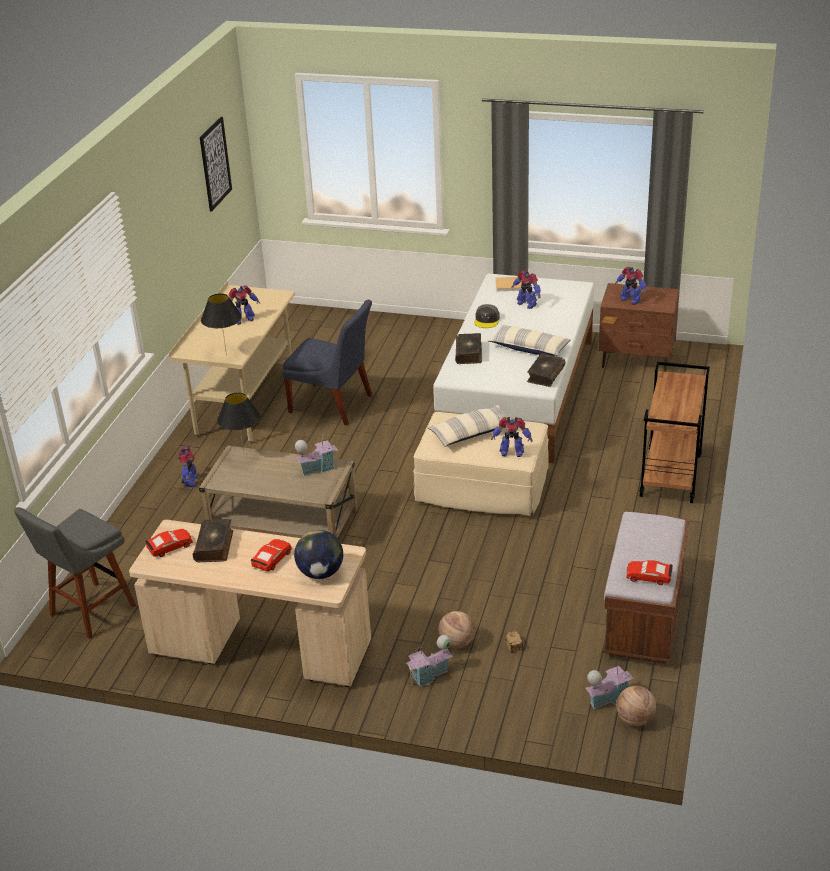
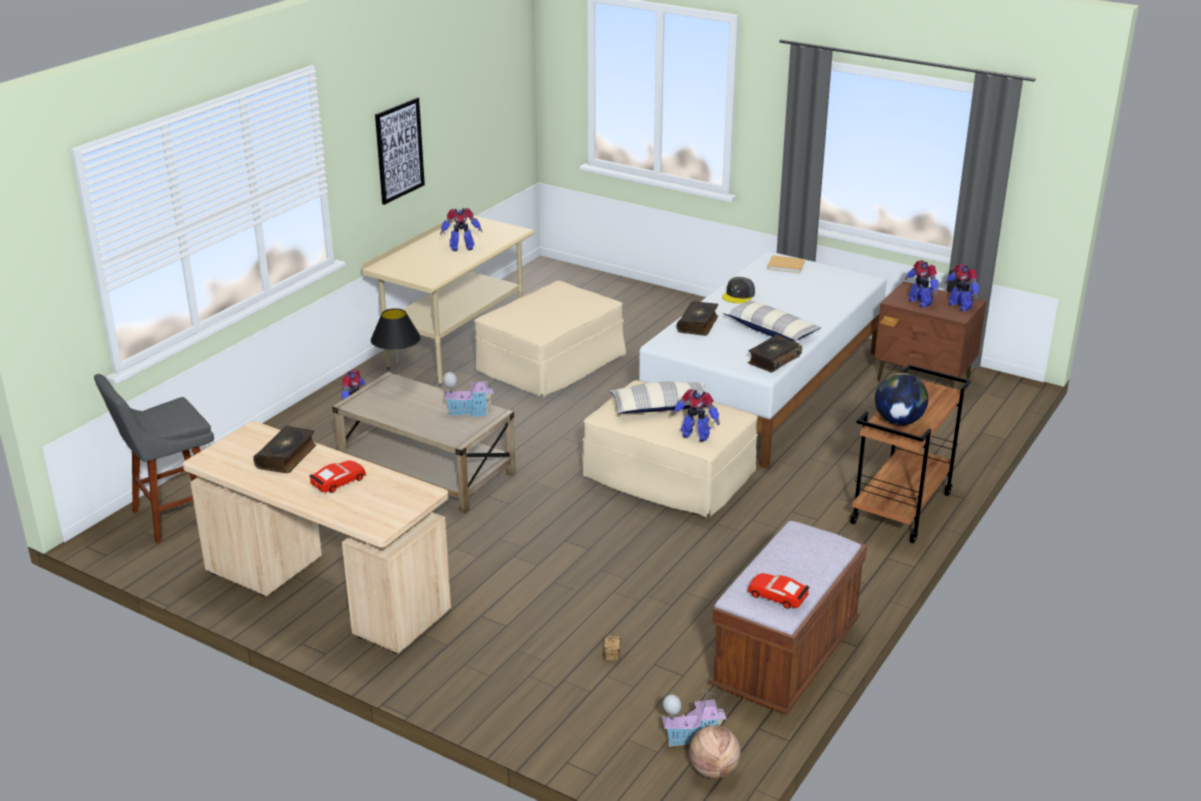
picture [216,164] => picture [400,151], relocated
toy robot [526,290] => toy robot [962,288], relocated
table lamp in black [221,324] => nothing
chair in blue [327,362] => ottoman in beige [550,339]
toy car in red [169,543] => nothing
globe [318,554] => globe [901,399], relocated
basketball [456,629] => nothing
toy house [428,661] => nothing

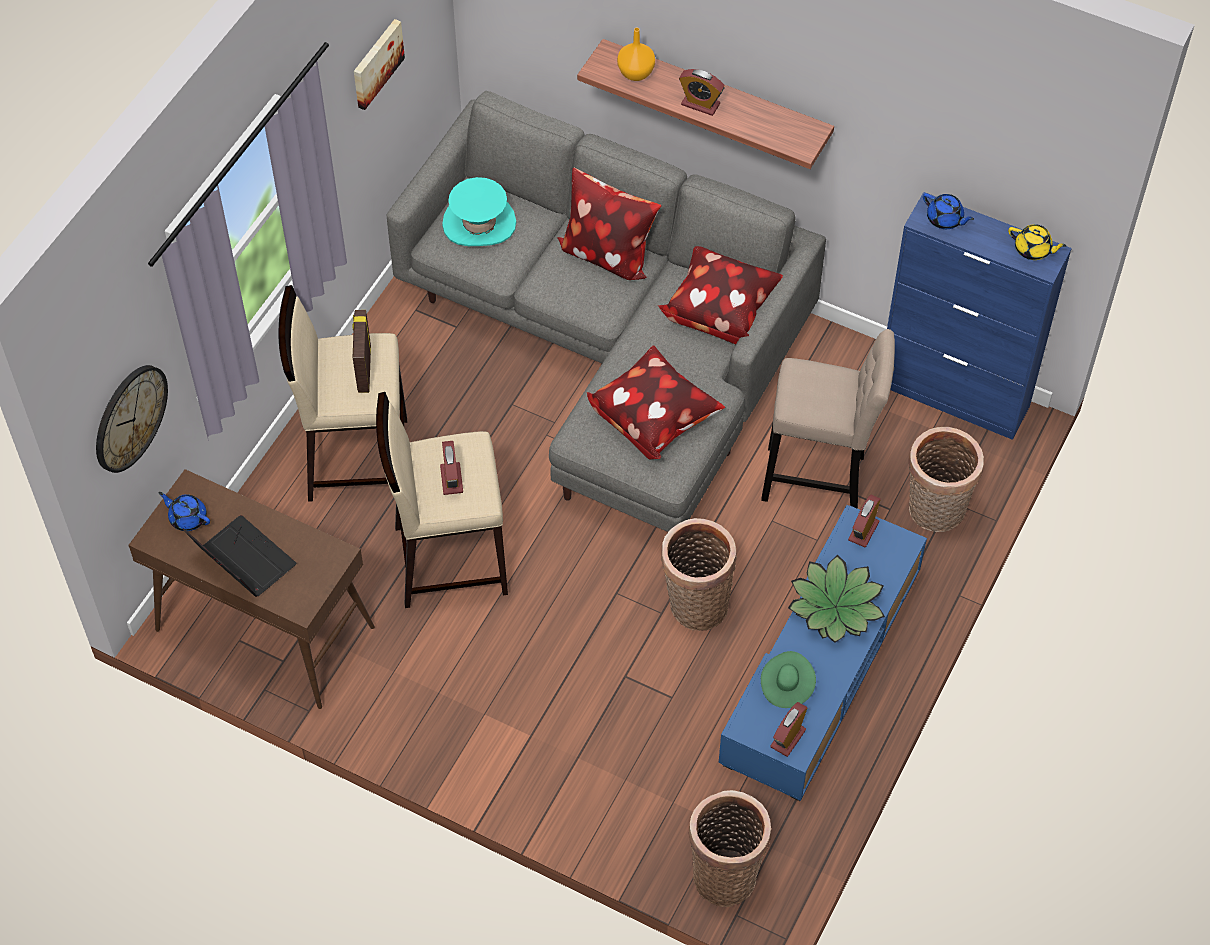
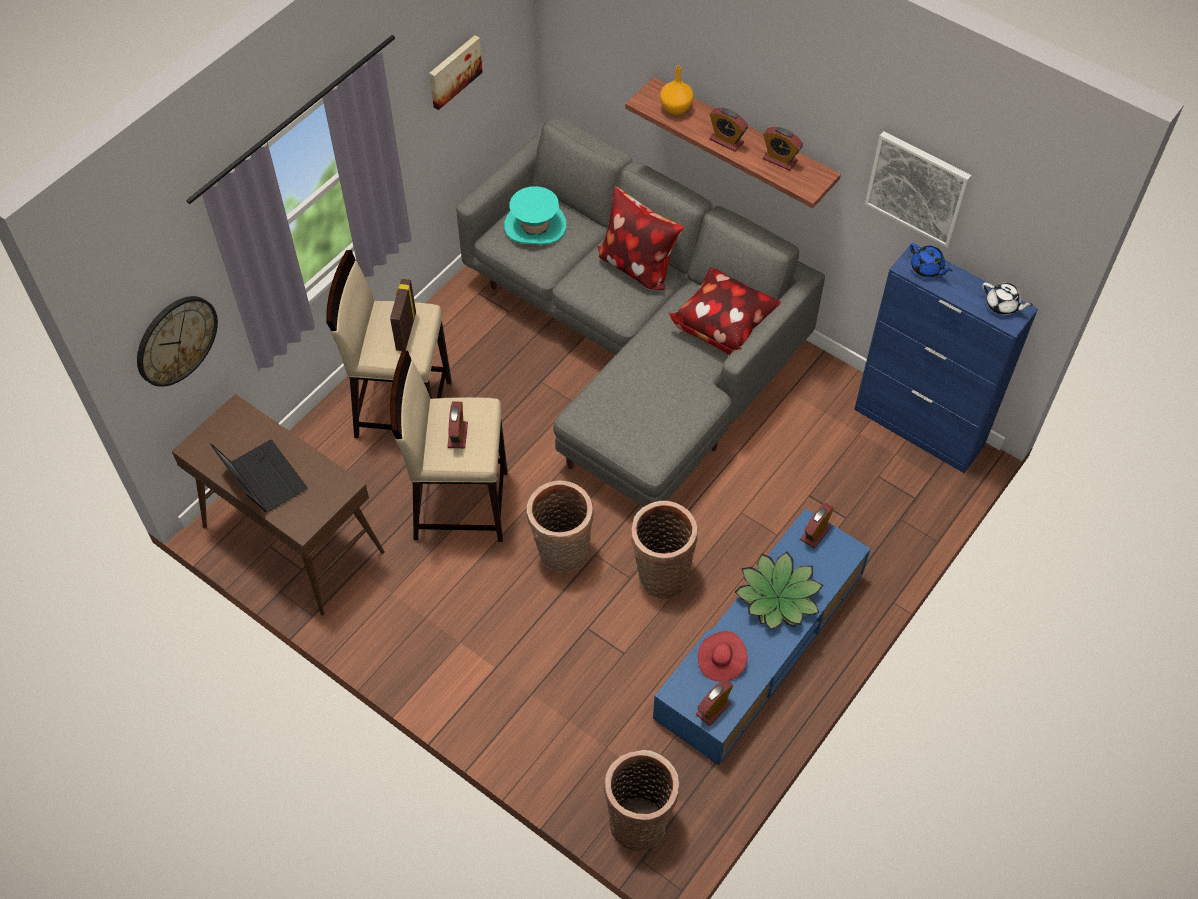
teapot in yellow [1037,242] => teapot in white [1007,298]
stool in beige [828,419] => nothing
pillow [656,402] => nothing
basket [946,479] => basket [560,527], relocated
teapot in blue [184,511] => nothing
hat in green [788,679] => hat in red [722,656]
nothing => alarm clock [783,149]
nothing => picture [918,189]

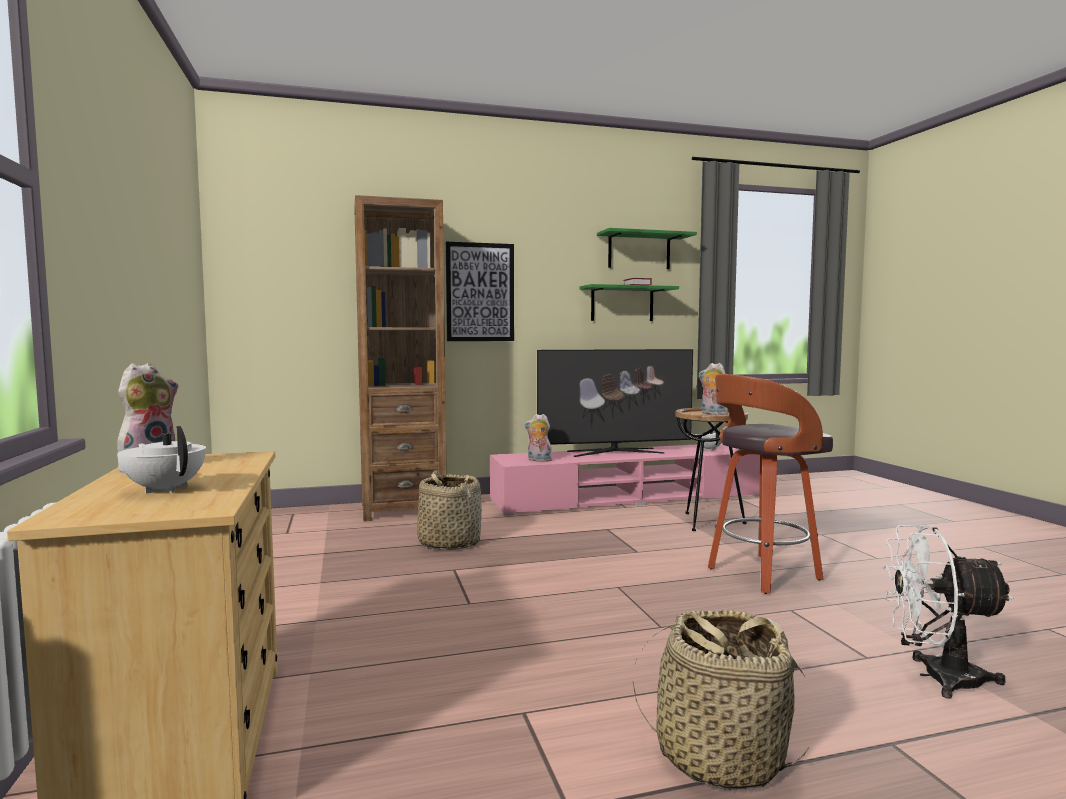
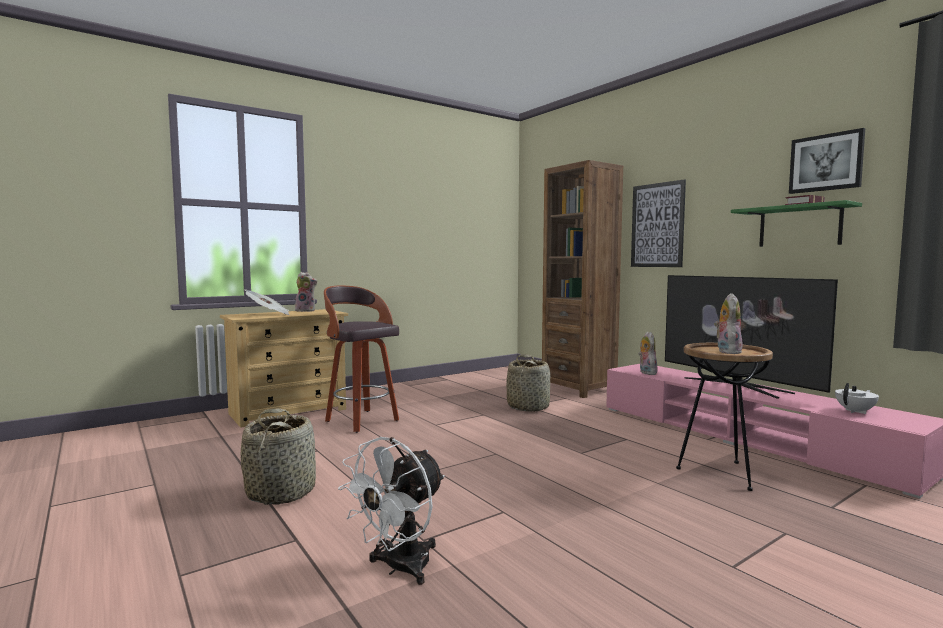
shelf in green [647,248] => picture [827,161]
stool [770,484] => stool [361,359], relocated
teapot in white [161,460] => newspaper [266,302]
fan in white [948,612] => fan in white [391,511], 135 degrees counterclockwise

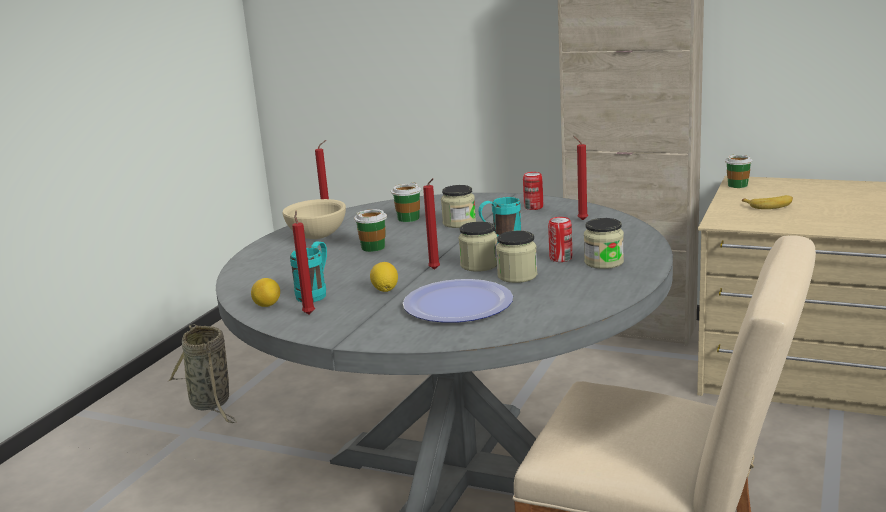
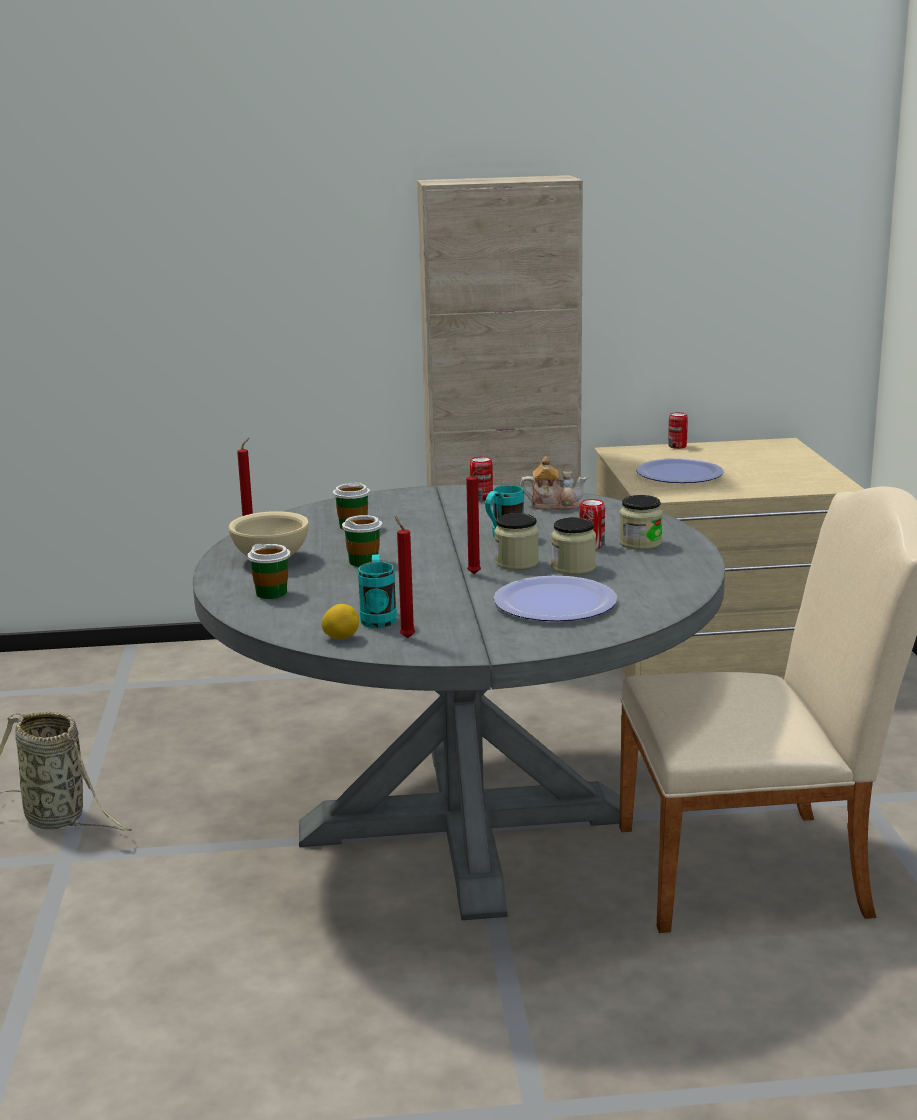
candle in red [580,178] => teapot [553,483]
cup [739,171] => cup [269,571], relocated
jar [458,206] => nothing
banana [767,202] => plate [680,470]
lemon [384,277] => nothing
nothing => can [678,430]

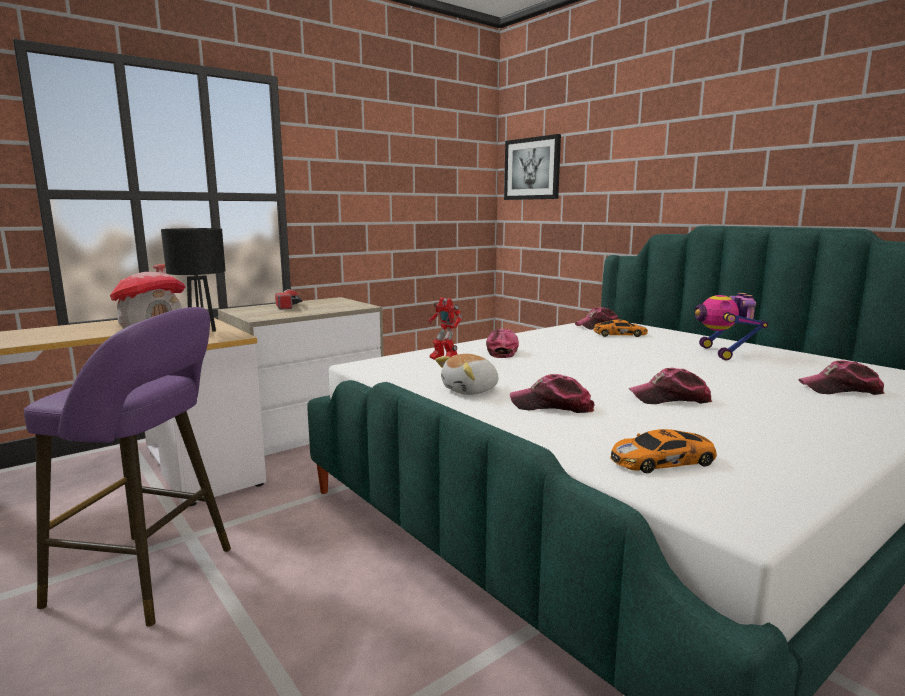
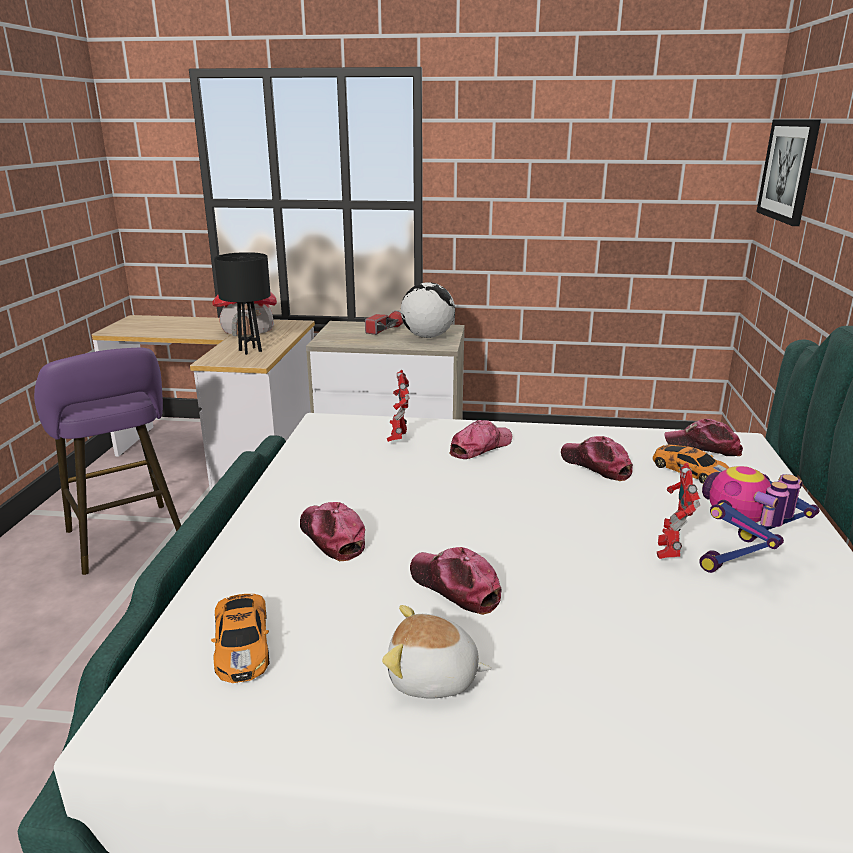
plush toy [466,374] => plush toy [436,652], relocated
cap [841,377] => cap [597,458], relocated
toy car [663,451] => toy car [240,638], 135 degrees counterclockwise
nothing => globe [428,310]
nothing => toy robot [678,511]

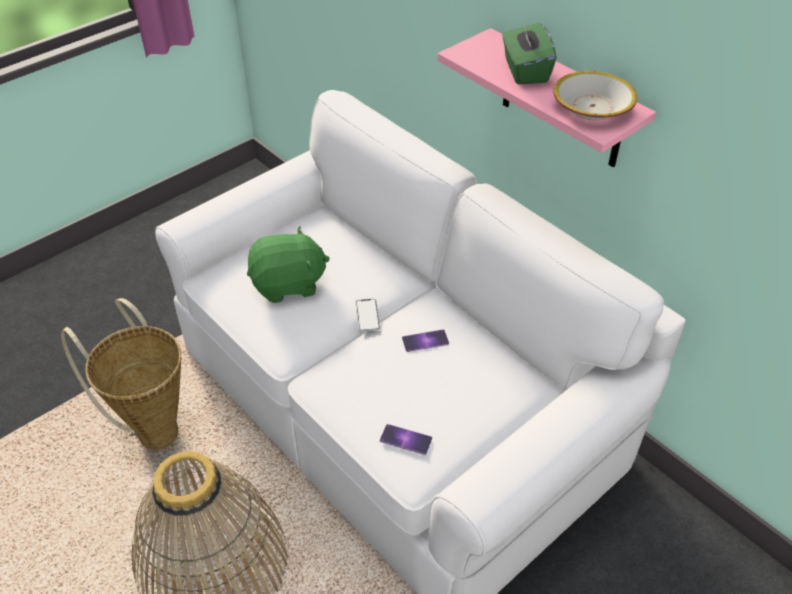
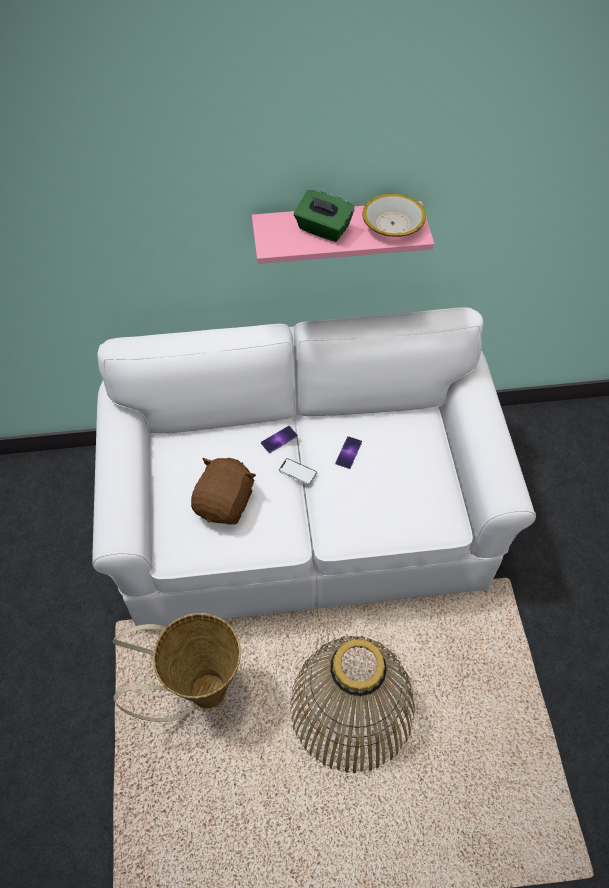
plush toy in green [288,265] => plush toy in brown [223,491]
phone [406,439] => phone [279,439], relocated

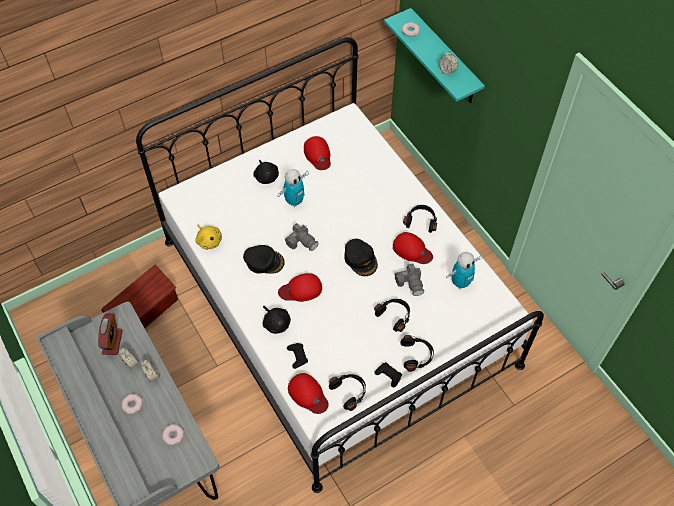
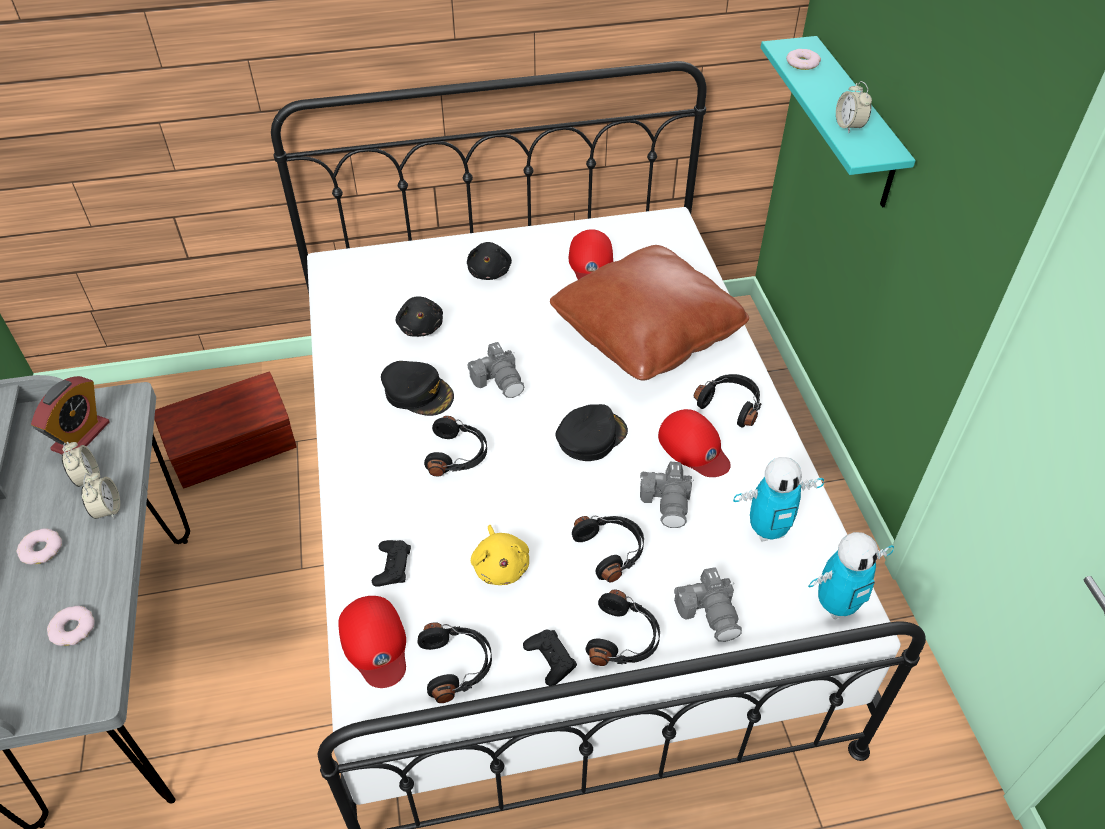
toy robot [293,188] => toy robot [851,575], relocated
plush toy in yellow [208,237] => plush toy in yellow [500,555], relocated
cap in black [361,257] => cap in black [592,432], 120 degrees counterclockwise
cap in red [300,287] => headphones in black [455,446]
plush toy in black [277,320] => plush toy in black [419,316], relocated
nothing => pillow in brown [649,313]
nothing => photo camera [708,604]

